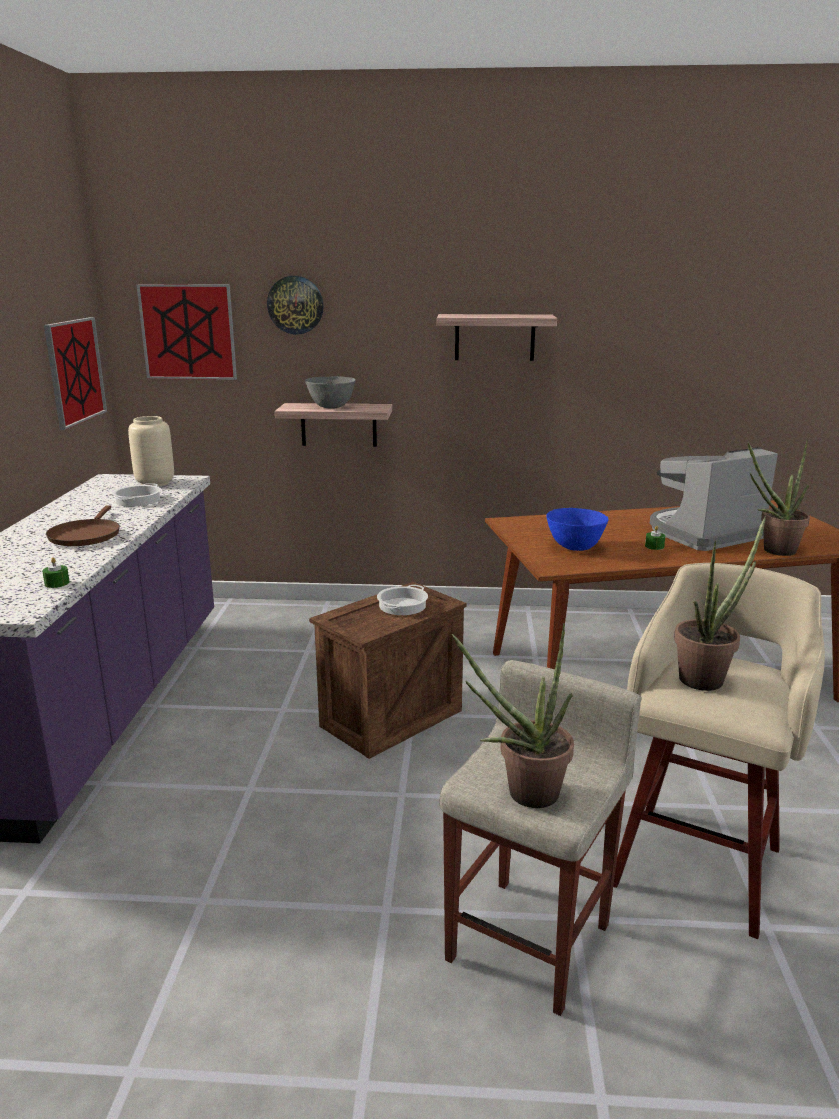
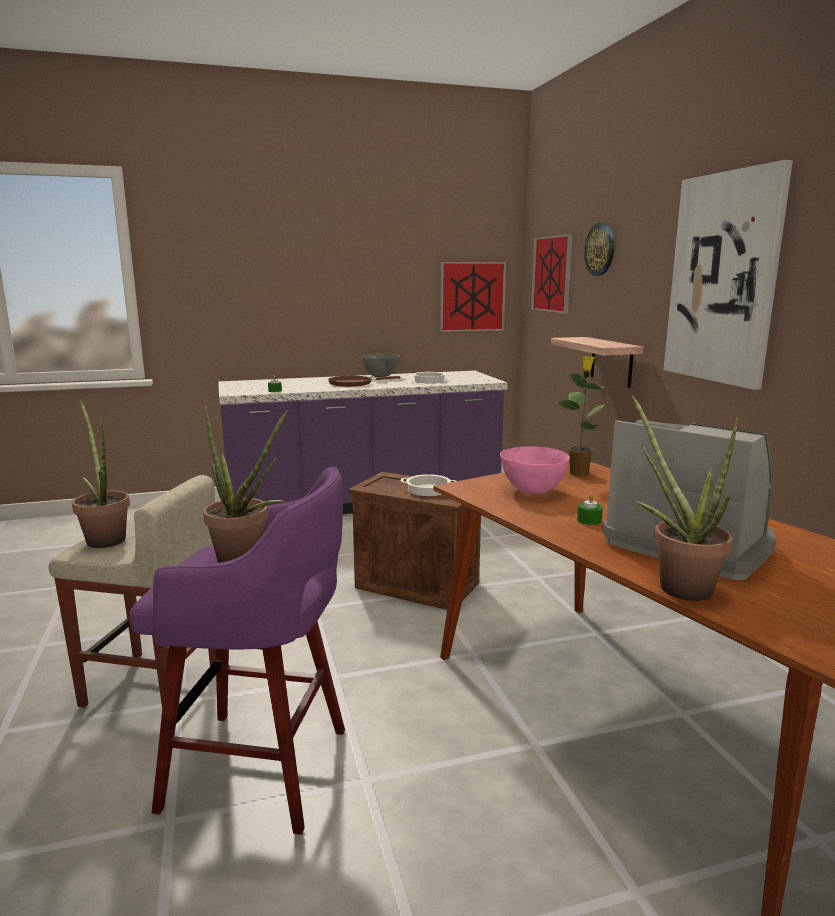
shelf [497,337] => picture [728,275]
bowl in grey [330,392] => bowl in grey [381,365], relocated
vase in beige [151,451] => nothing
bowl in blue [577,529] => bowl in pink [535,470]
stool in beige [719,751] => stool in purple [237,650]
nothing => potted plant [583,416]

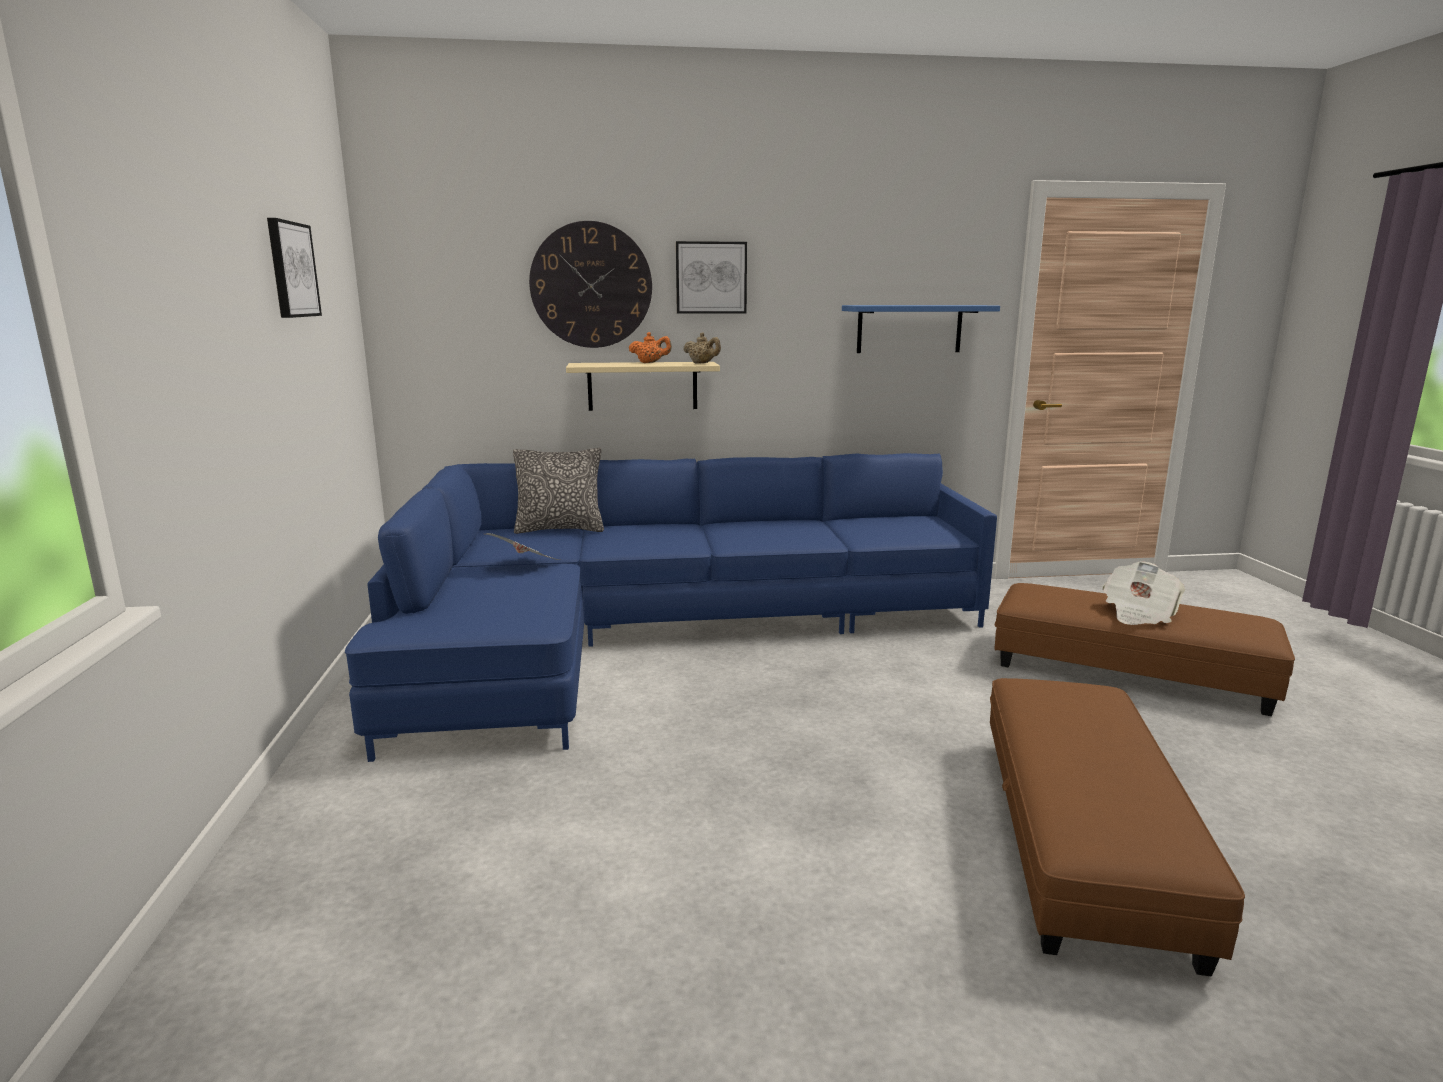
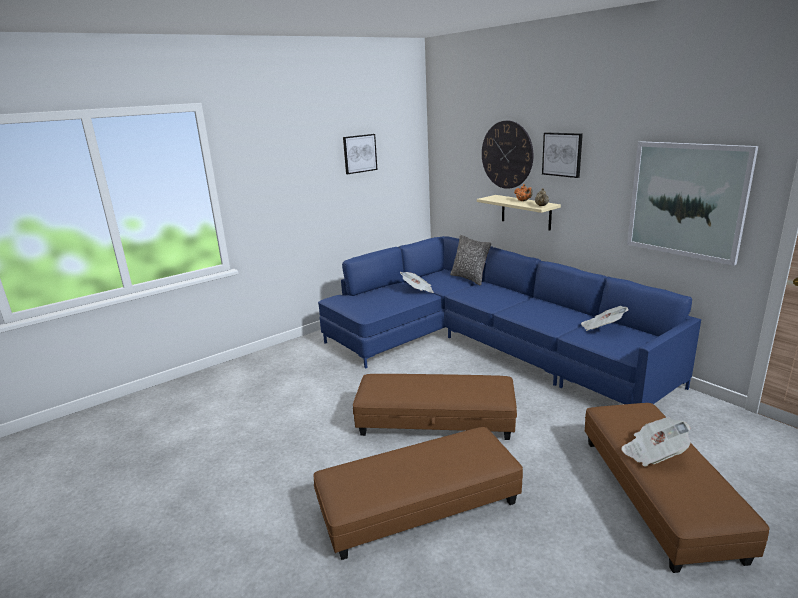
shelf in blue [921,329] => picture [692,203]
nothing => newspaper [604,318]
nothing => ottoman in brown [435,407]

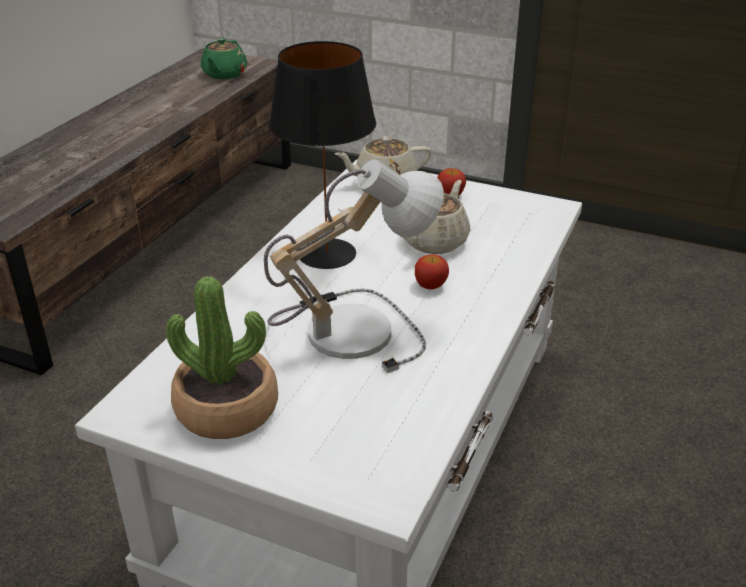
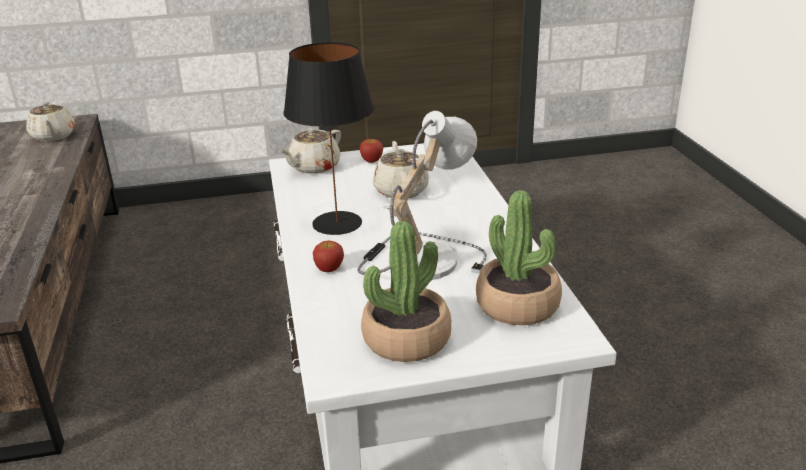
teapot in green [224,58] => teapot in beige [50,121]
apple [432,271] => apple [328,256], relocated
nothing => potted plant [519,257]

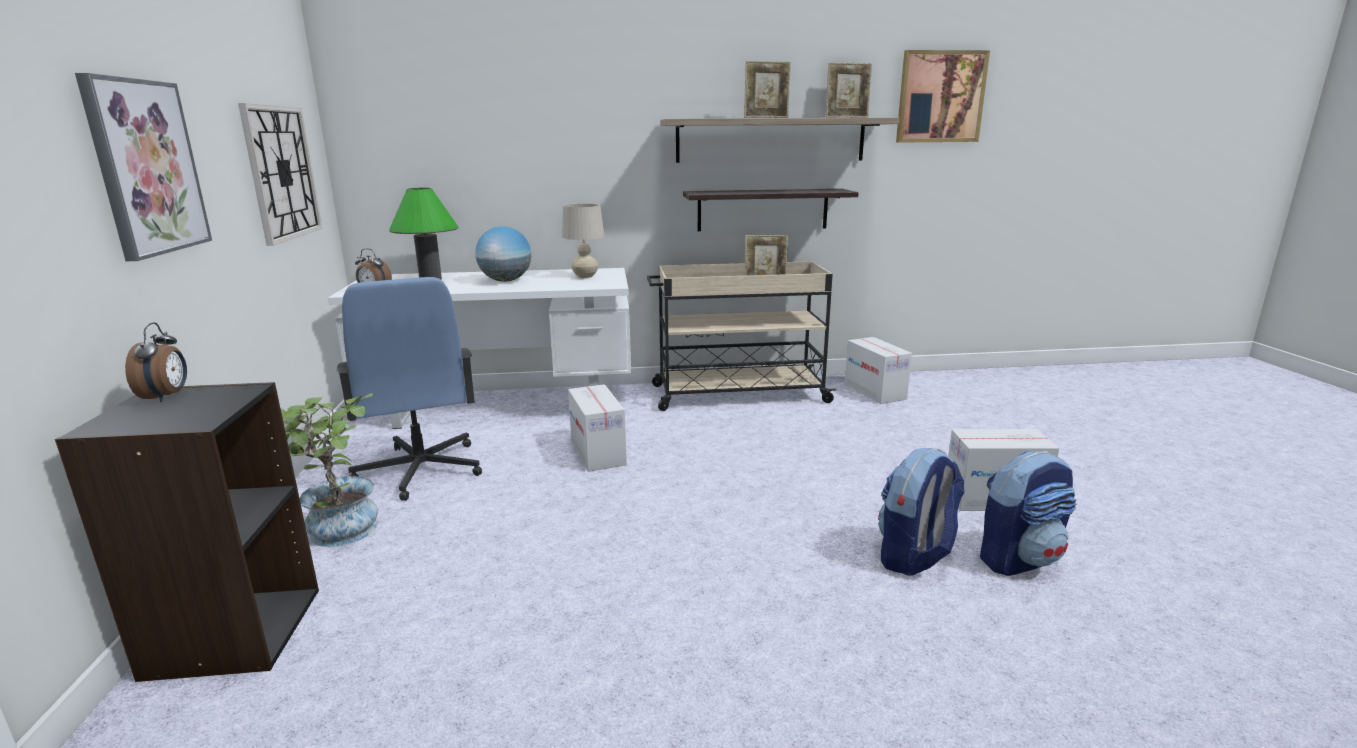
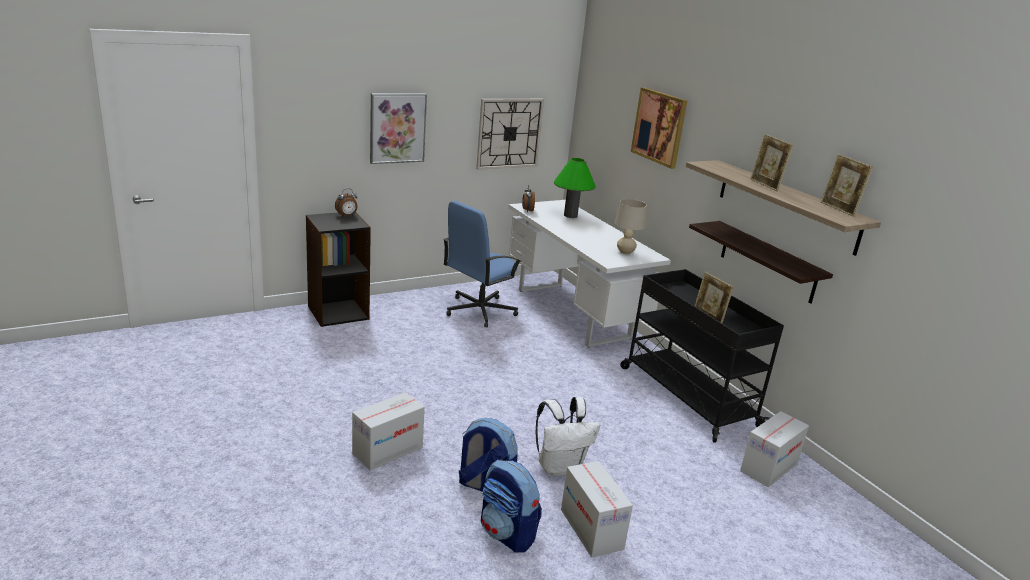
picture [943,96] => picture [659,128], relocated
globe [503,254] => nothing
cart in beige [741,336] => cart in black [702,356]
cardboard box [597,428] => cardboard box [388,431], relocated
potted plant [329,470] => nothing
nothing => backpack in white [568,436]

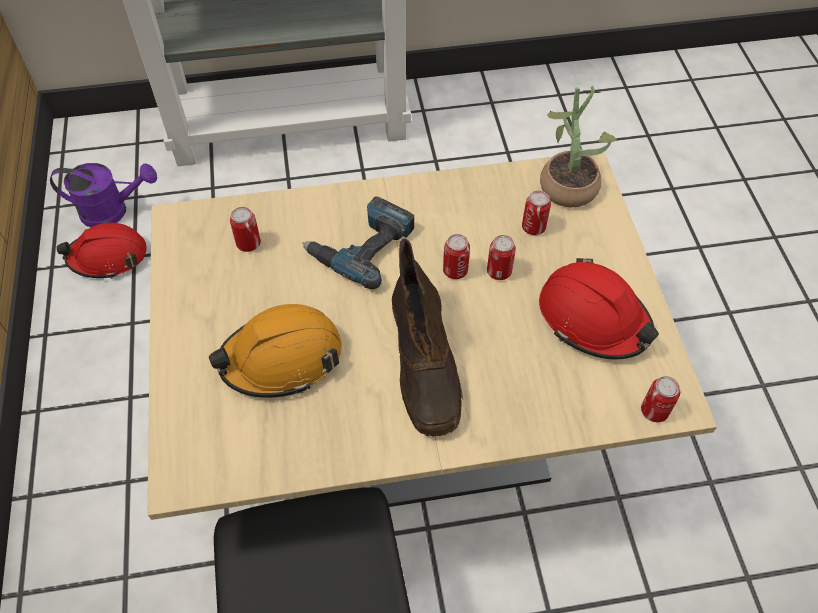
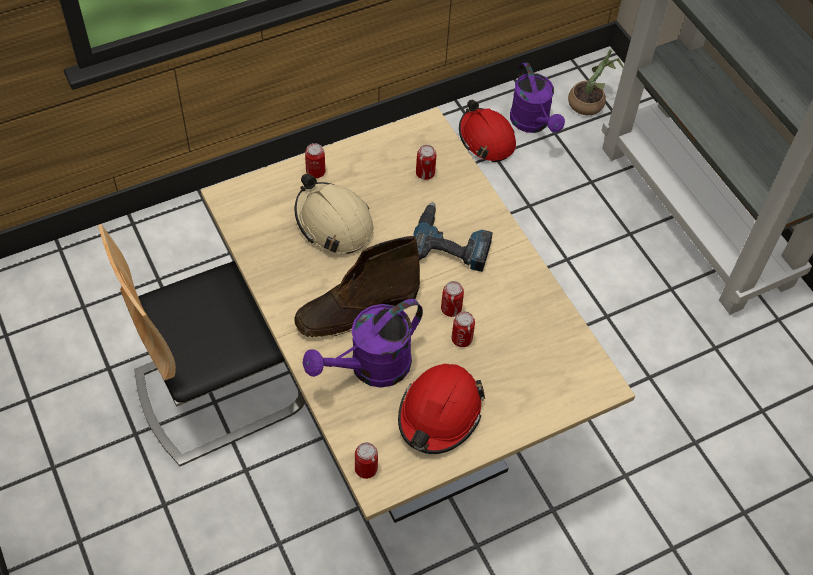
potted plant [578,146] => potted plant [595,82], relocated
can [536,212] => can [315,160], relocated
hard hat in orange [275,351] => hard hat in beige [334,214]
nothing => watering can in purple [363,343]

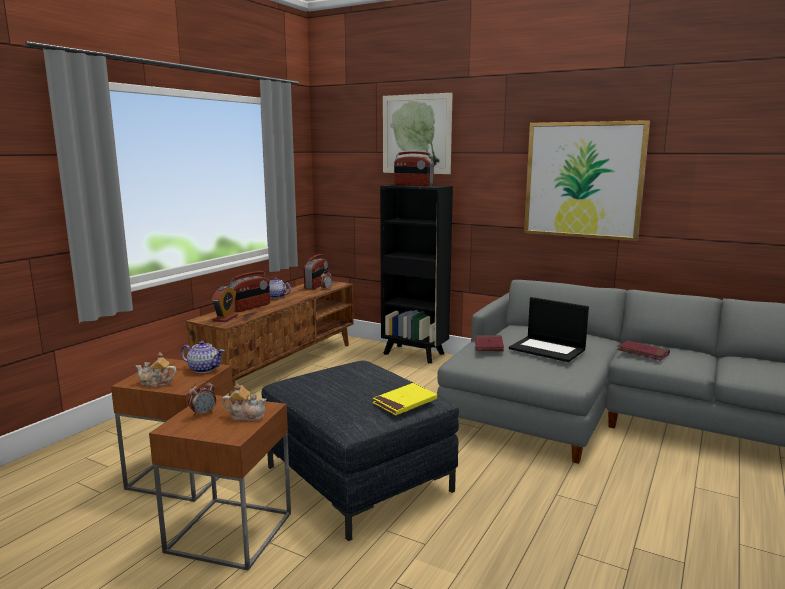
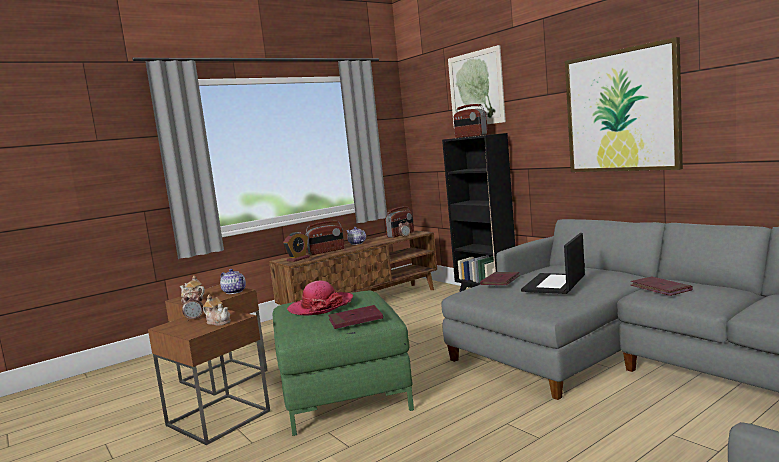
laptop [549,329] => laptop [553,263], 60 degrees clockwise
ottoman in grey [360,451] => ottoman in green [343,363]
book in yellow [405,399] => book in red [355,317]
nothing => hat [320,298]

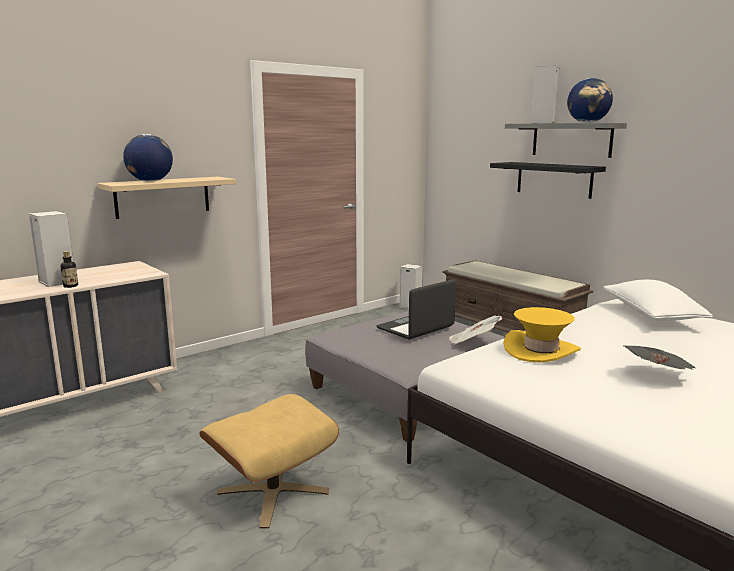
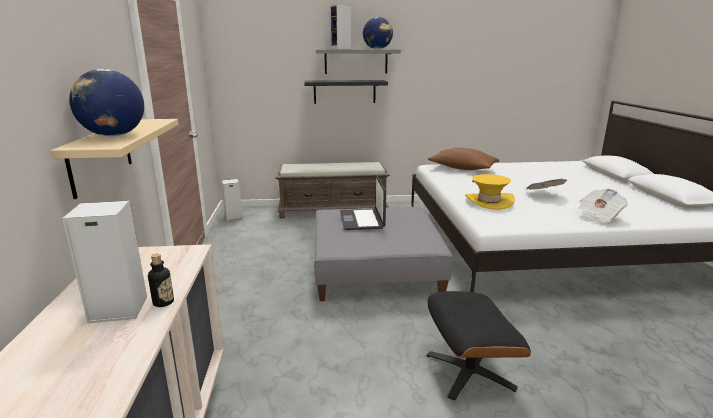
pillow in white [658,300] => pillow in brown [464,159]
newspaper [475,330] => newspaper [603,206], relocated
ottoman in beige [269,461] => ottoman in black [478,346]

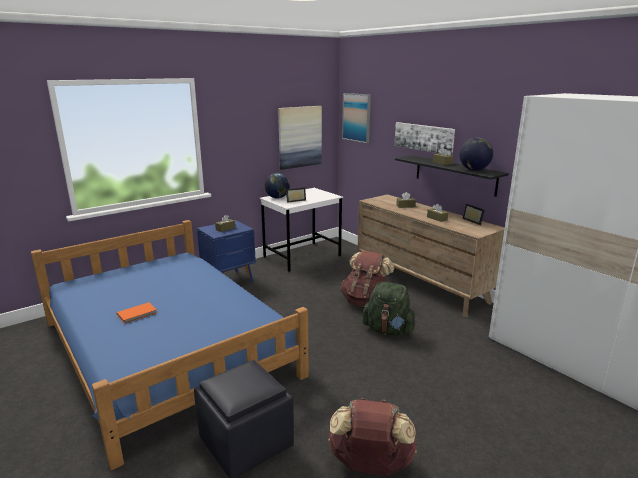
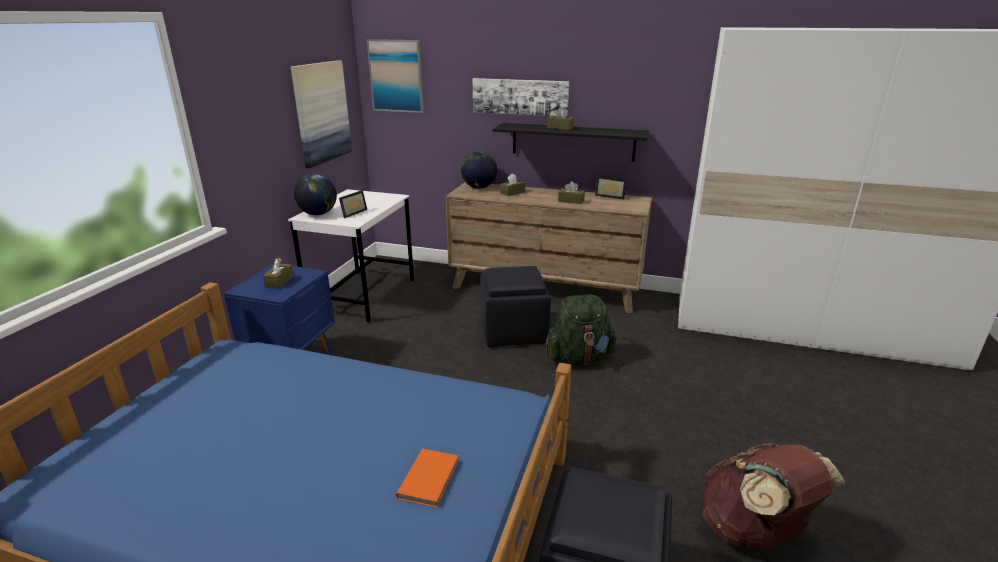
globe [476,154] => globe [479,170], relocated
backpack in brown [367,279] => ottoman in black [515,306]
book in orange [137,313] => book in orange [427,478], relocated

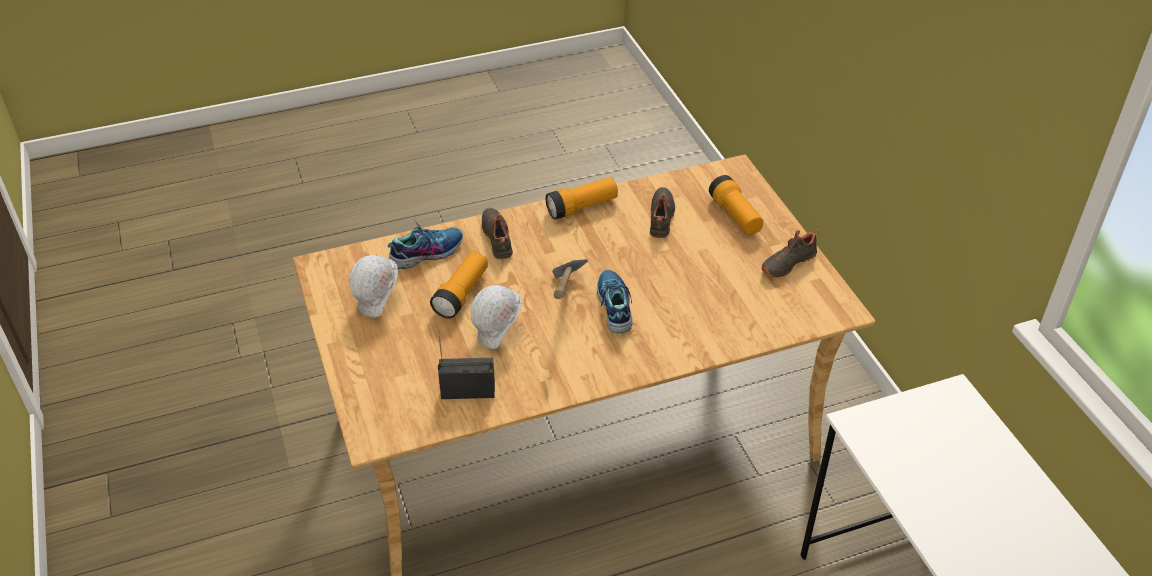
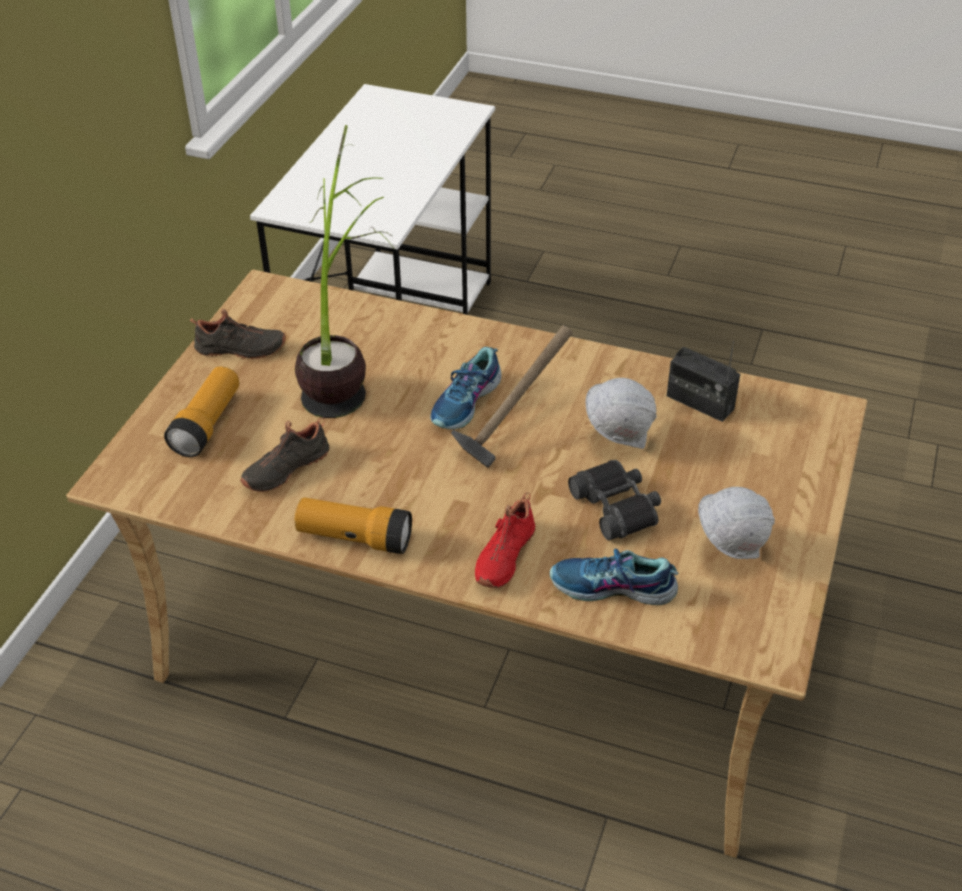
shoe in black [497,233] => shoe in red [505,540]
flashlight [459,285] => binoculars in black [614,500]
nothing => potted plant [344,271]

